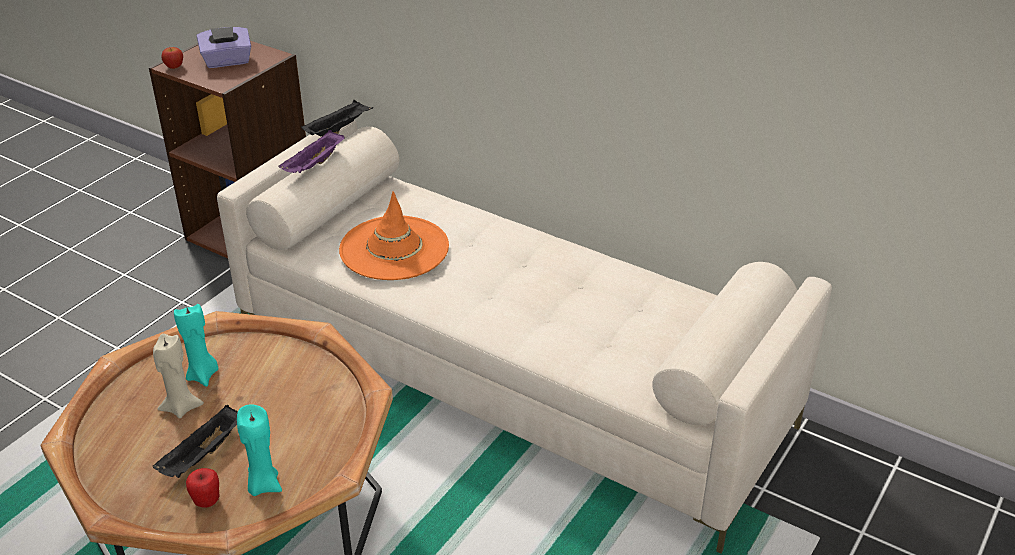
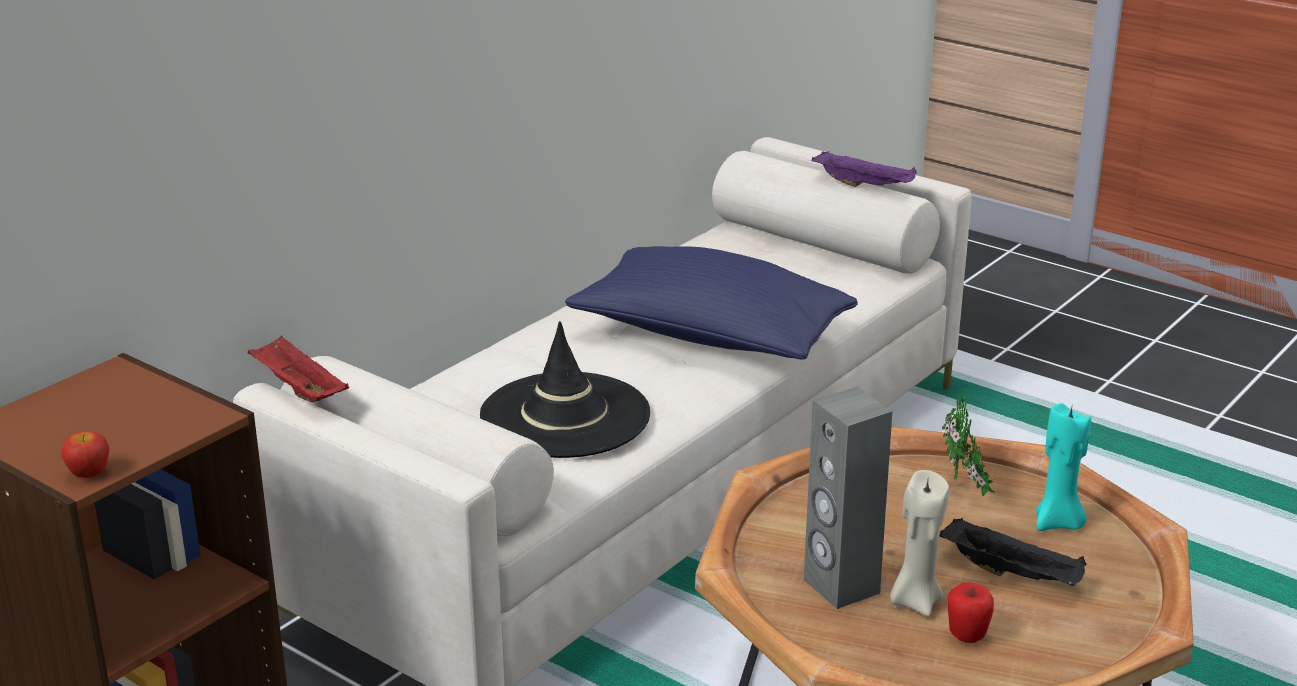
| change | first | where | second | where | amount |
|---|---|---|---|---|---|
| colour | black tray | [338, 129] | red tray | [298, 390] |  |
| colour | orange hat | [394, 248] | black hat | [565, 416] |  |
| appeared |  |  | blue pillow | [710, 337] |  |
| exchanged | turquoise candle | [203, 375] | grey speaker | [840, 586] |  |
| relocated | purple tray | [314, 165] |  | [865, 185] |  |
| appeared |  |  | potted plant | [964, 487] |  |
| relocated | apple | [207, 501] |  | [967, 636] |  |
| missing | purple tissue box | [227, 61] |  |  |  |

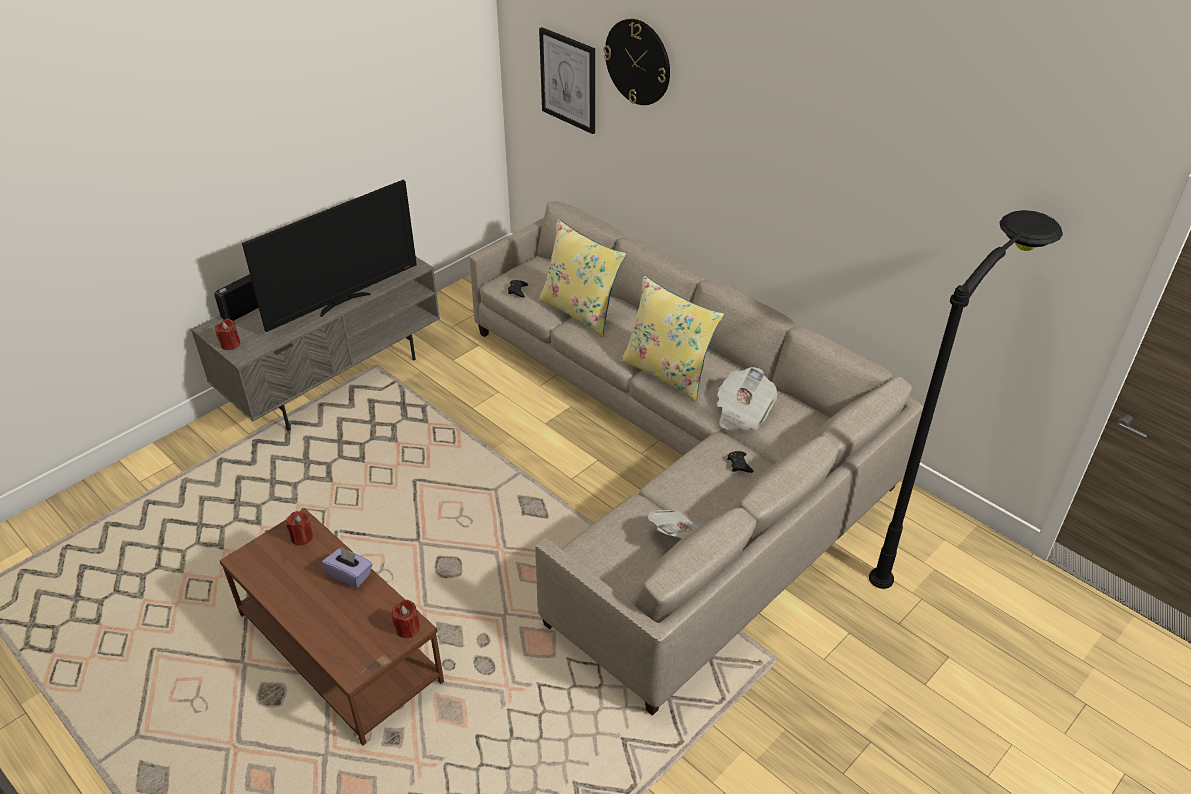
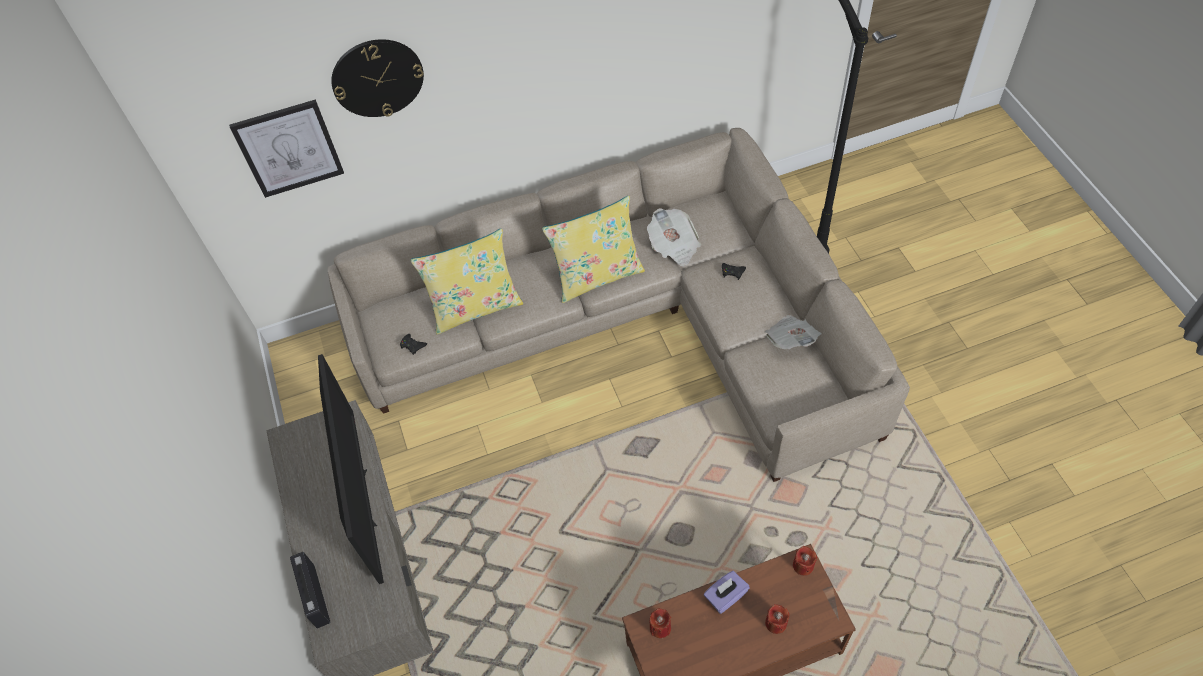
| change | first | where | second | where | amount |
|---|---|---|---|---|---|
| relocated | red candle | [230, 344] |  | [776, 623] |  |

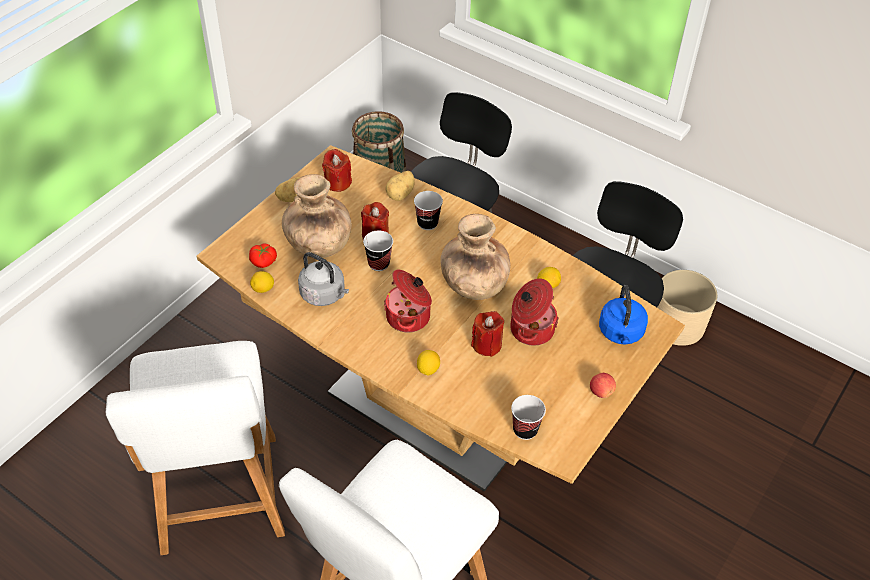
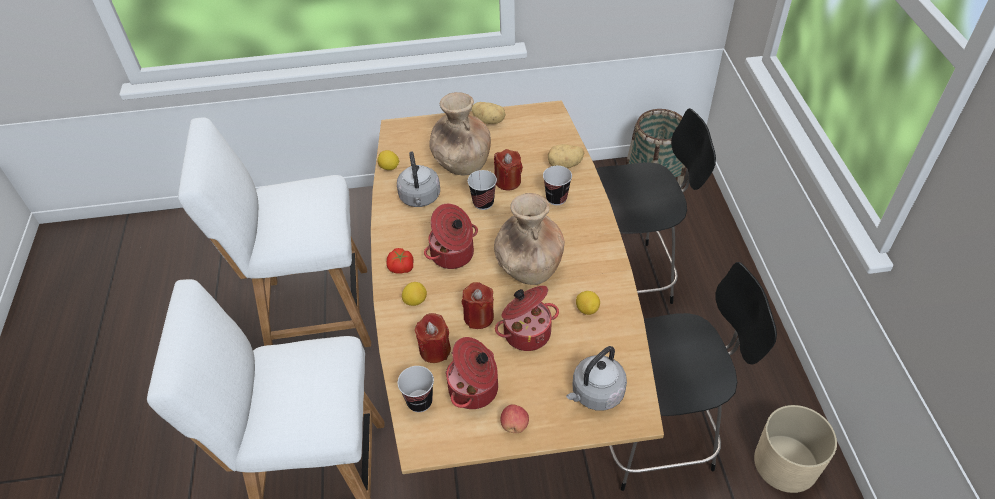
| change | first | where | second | where | amount |
|---|---|---|---|---|---|
| spun | white chair | [220, 500] |  | [312, 313] | 45 degrees clockwise |
| relocated | tomato | [263, 262] |  | [401, 267] |  |
| relocated | red candle | [337, 183] |  | [435, 350] |  |
| appeared |  |  | cooking pot | [475, 389] |  |
| colour | blue kettle | [621, 333] | grey kettle | [595, 394] |  |

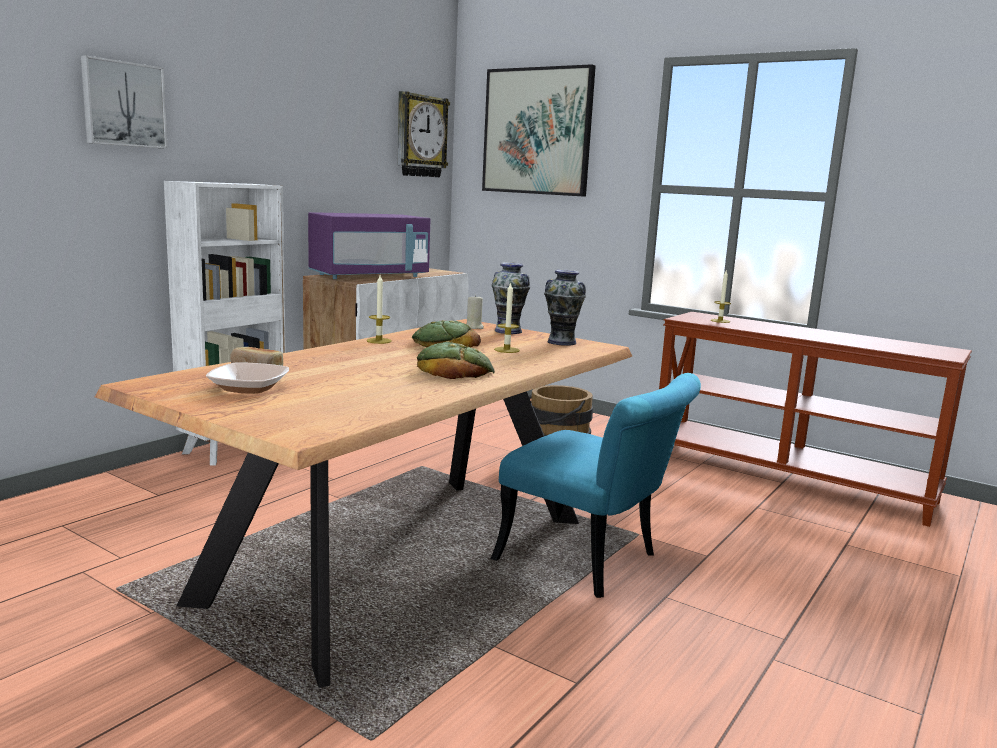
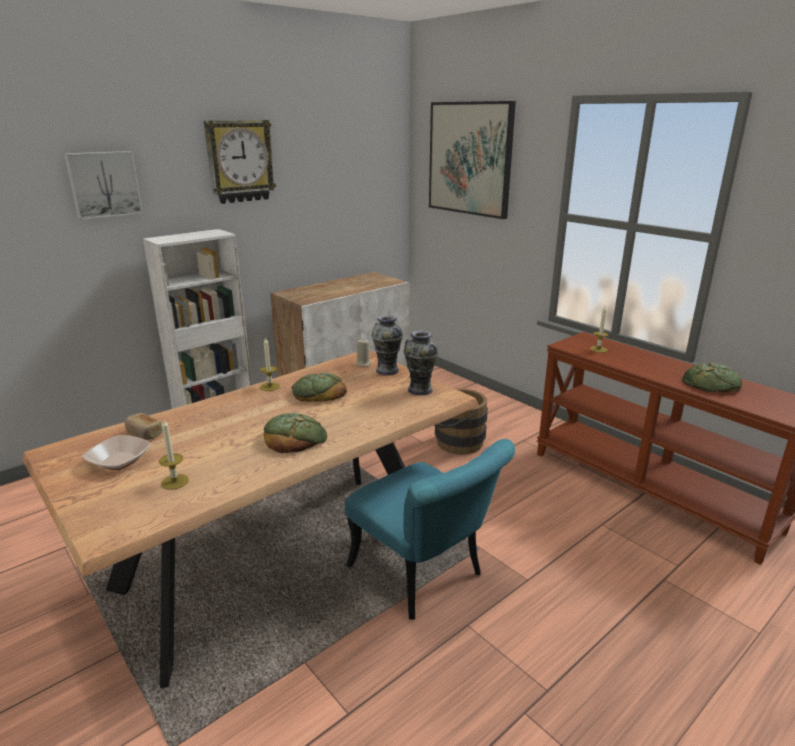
| change | first | where | second | where | amount |
|---|---|---|---|---|---|
| relocated | candle | [507, 350] |  | [175, 482] |  |
| relocated | wall clock | [420, 136] |  | [240, 161] |  |
| appeared |  |  | bread | [711, 384] |  |
| missing | purple microwave | [369, 276] |  |  |  |

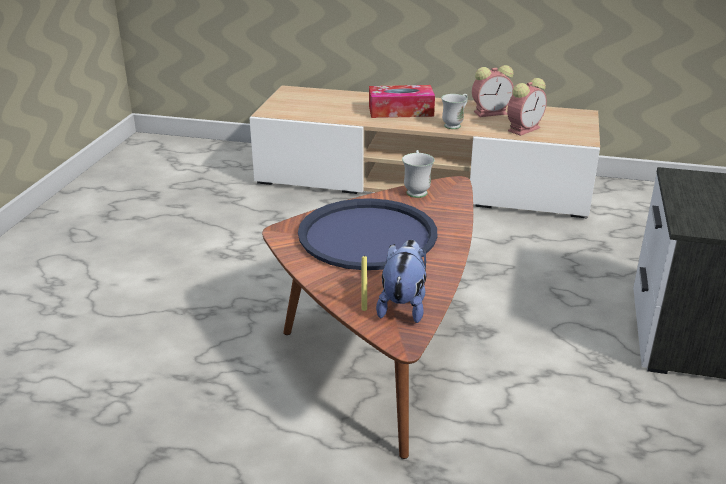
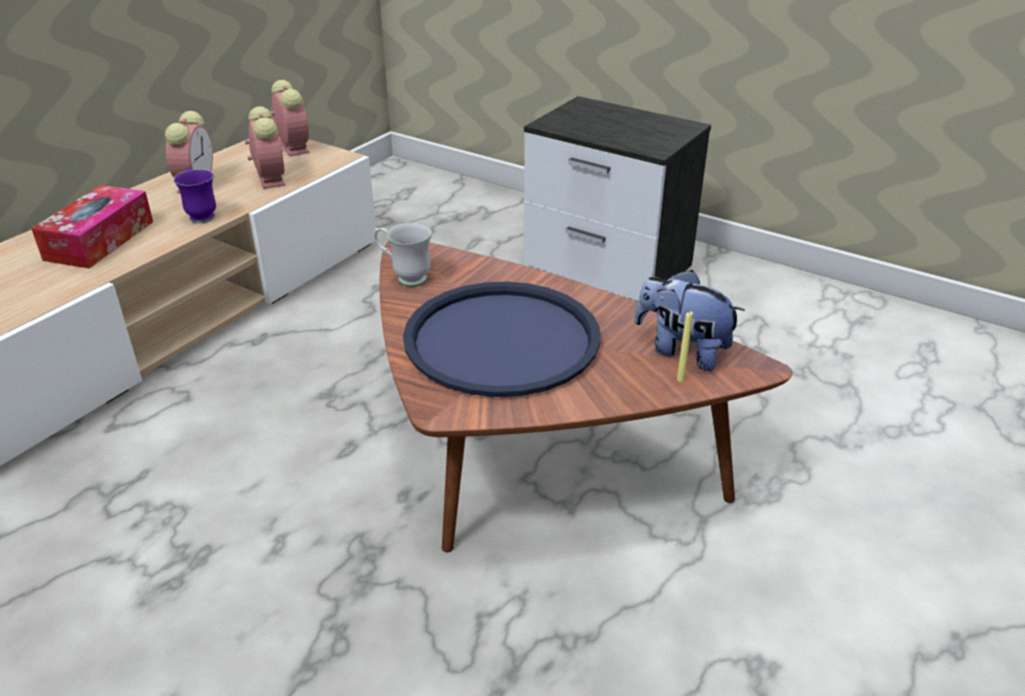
| change | first | where | second | where | amount |
|---|---|---|---|---|---|
| colour | white mug | [455, 125] | purple mug | [201, 215] |  |
| appeared |  |  | alarm clock | [292, 147] |  |

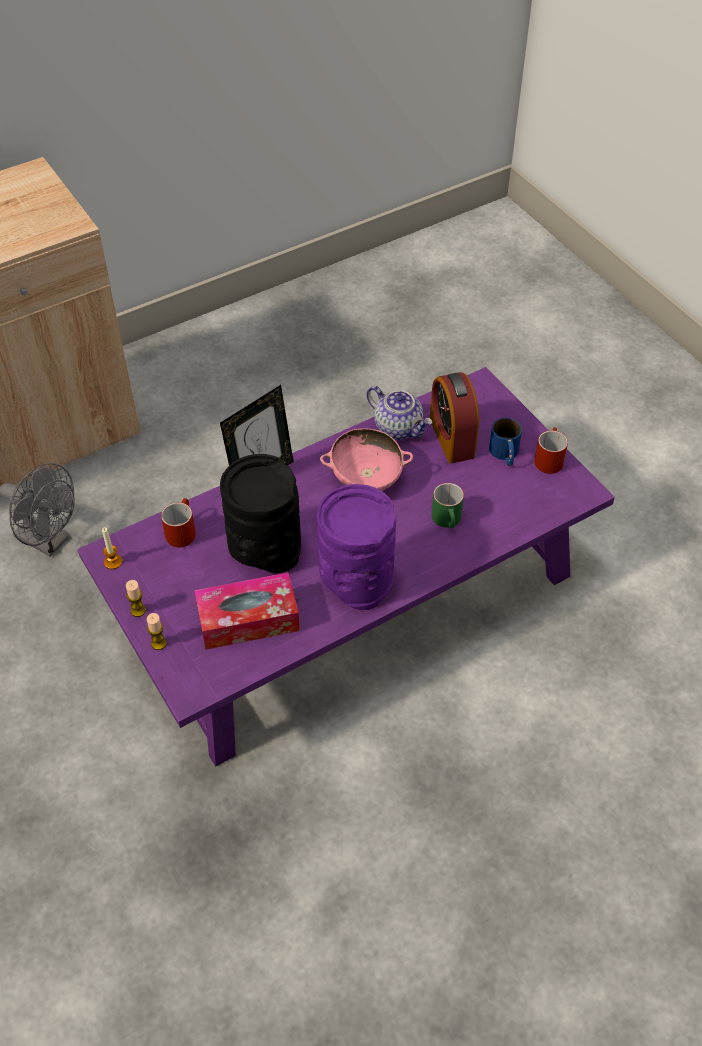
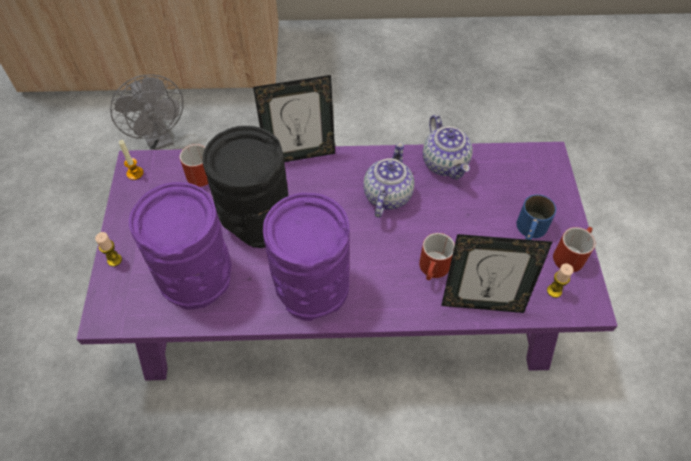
| change | first | where | second | where | amount |
|---|---|---|---|---|---|
| exchanged | tissue box | [248, 620] | purple vase | [197, 276] |  |
| exchanged | pink bowl | [366, 477] | teapot | [387, 195] |  |
| colour | green mug | [448, 520] | red mug | [433, 270] |  |
| appeared |  |  | picture frame | [482, 303] |  |
| relocated | candle | [138, 610] |  | [554, 291] |  |
| missing | alarm clock | [452, 438] |  |  |  |

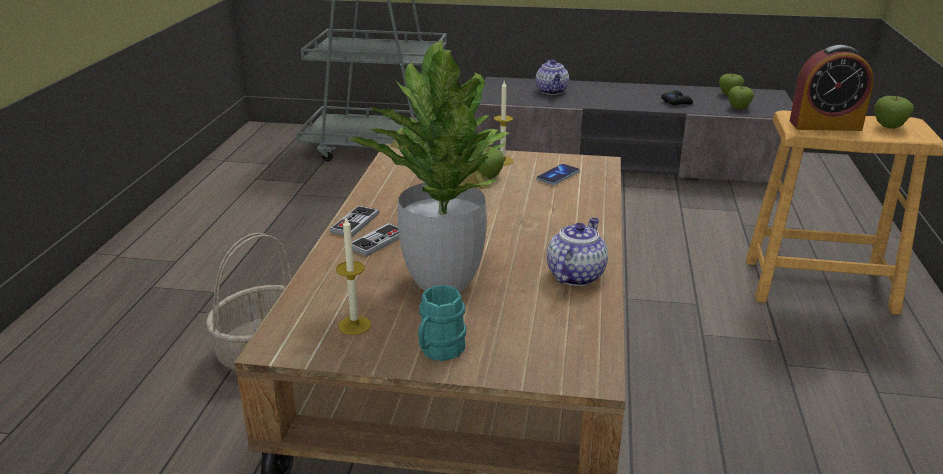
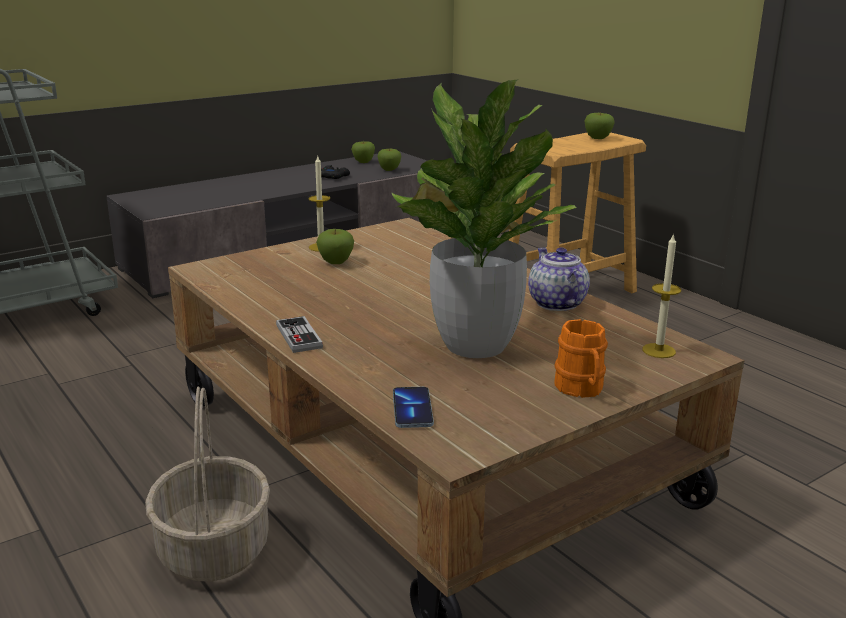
| change | first | where | second | where | amount |
|---|---|---|---|---|---|
| relocated | phone | [558, 176] |  | [412, 409] |  |
| colour | turquoise mug | [438, 350] | orange mug | [581, 389] |  |
| relocated | candle | [354, 325] |  | [658, 350] |  |
| missing | game controller | [378, 241] |  |  |  |
| missing | teapot | [552, 91] |  |  |  |
| missing | alarm clock | [825, 125] |  |  |  |

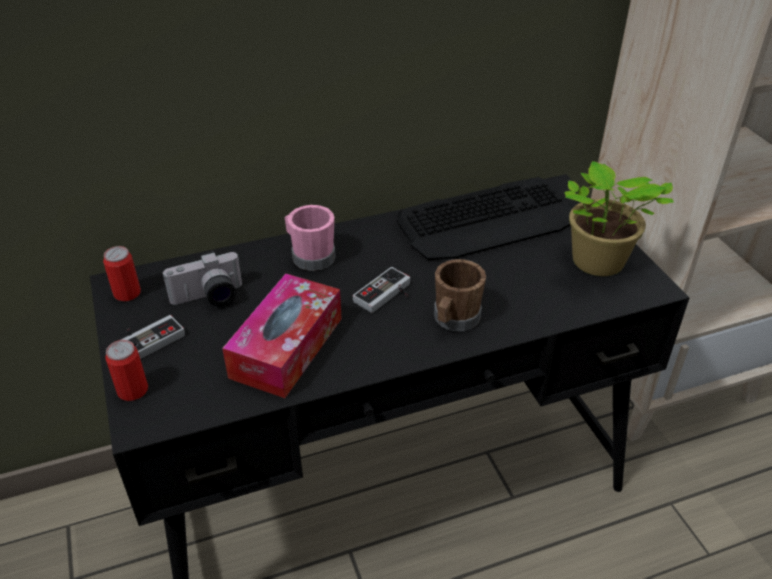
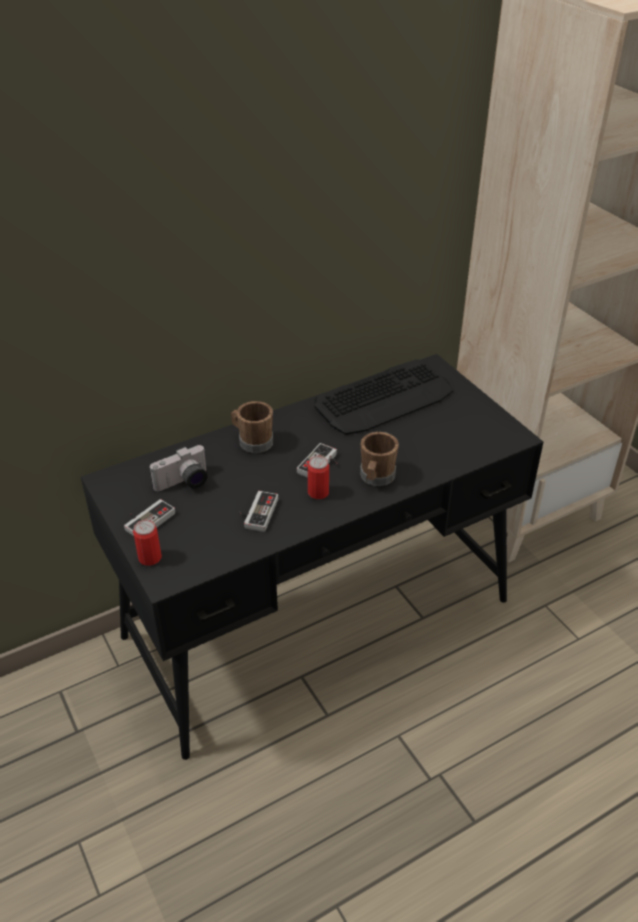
| change | first | where | second | where | amount |
|---|---|---|---|---|---|
| colour | pink mug | [310, 256] | brown mug | [252, 441] |  |
| exchanged | tissue box | [287, 347] | game controller | [256, 513] |  |
| relocated | can | [127, 293] |  | [318, 492] |  |
| missing | potted plant | [596, 263] |  |  |  |

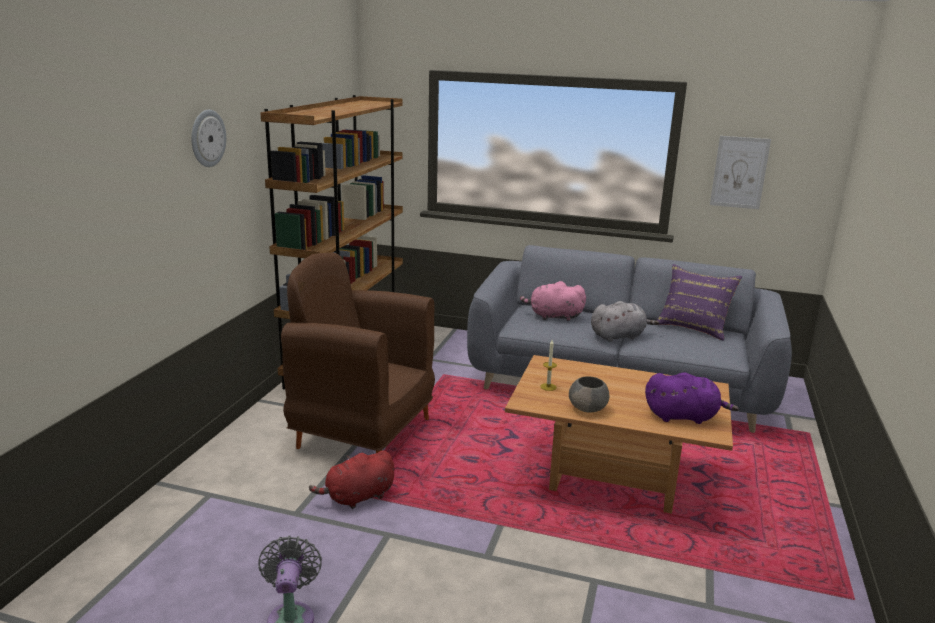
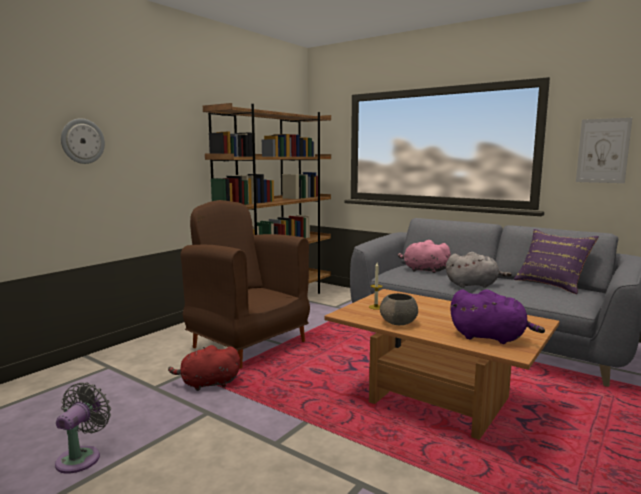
| change | first | where | second | where | amount |
|---|---|---|---|---|---|
| relocated | wall clock | [207, 138] |  | [82, 141] |  |

